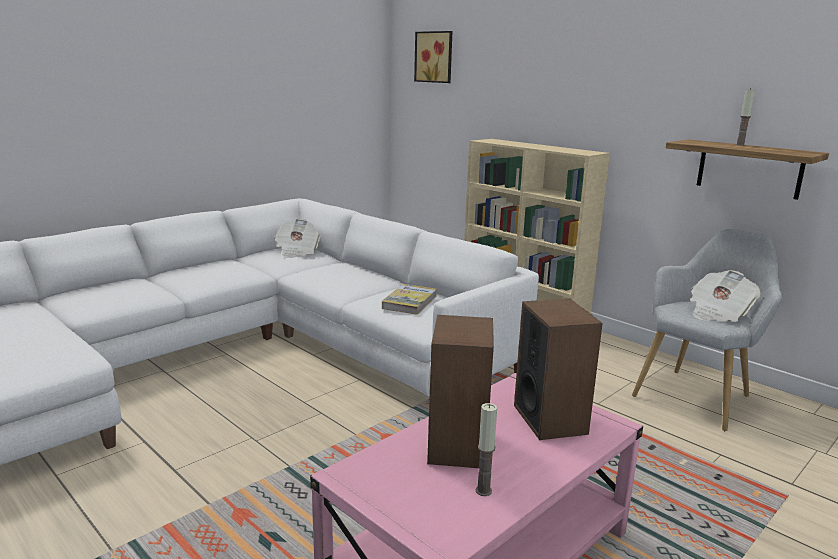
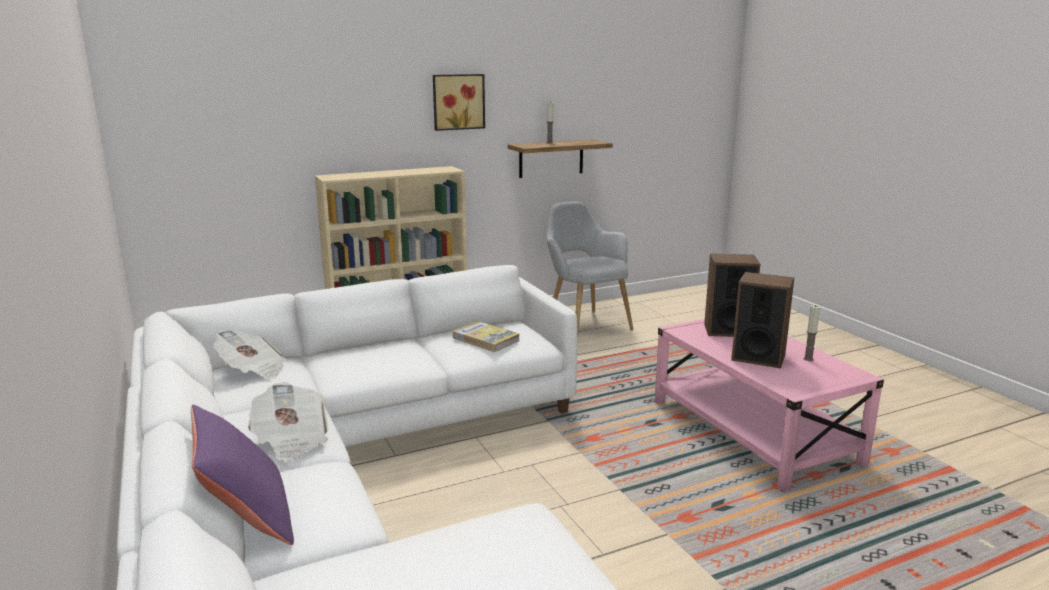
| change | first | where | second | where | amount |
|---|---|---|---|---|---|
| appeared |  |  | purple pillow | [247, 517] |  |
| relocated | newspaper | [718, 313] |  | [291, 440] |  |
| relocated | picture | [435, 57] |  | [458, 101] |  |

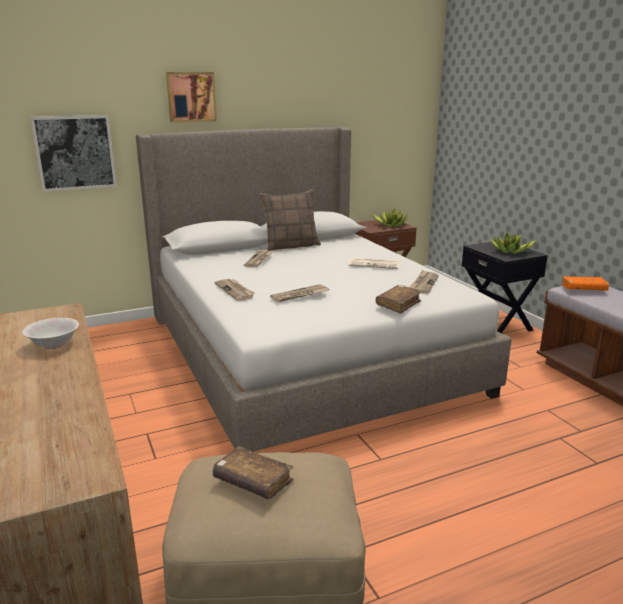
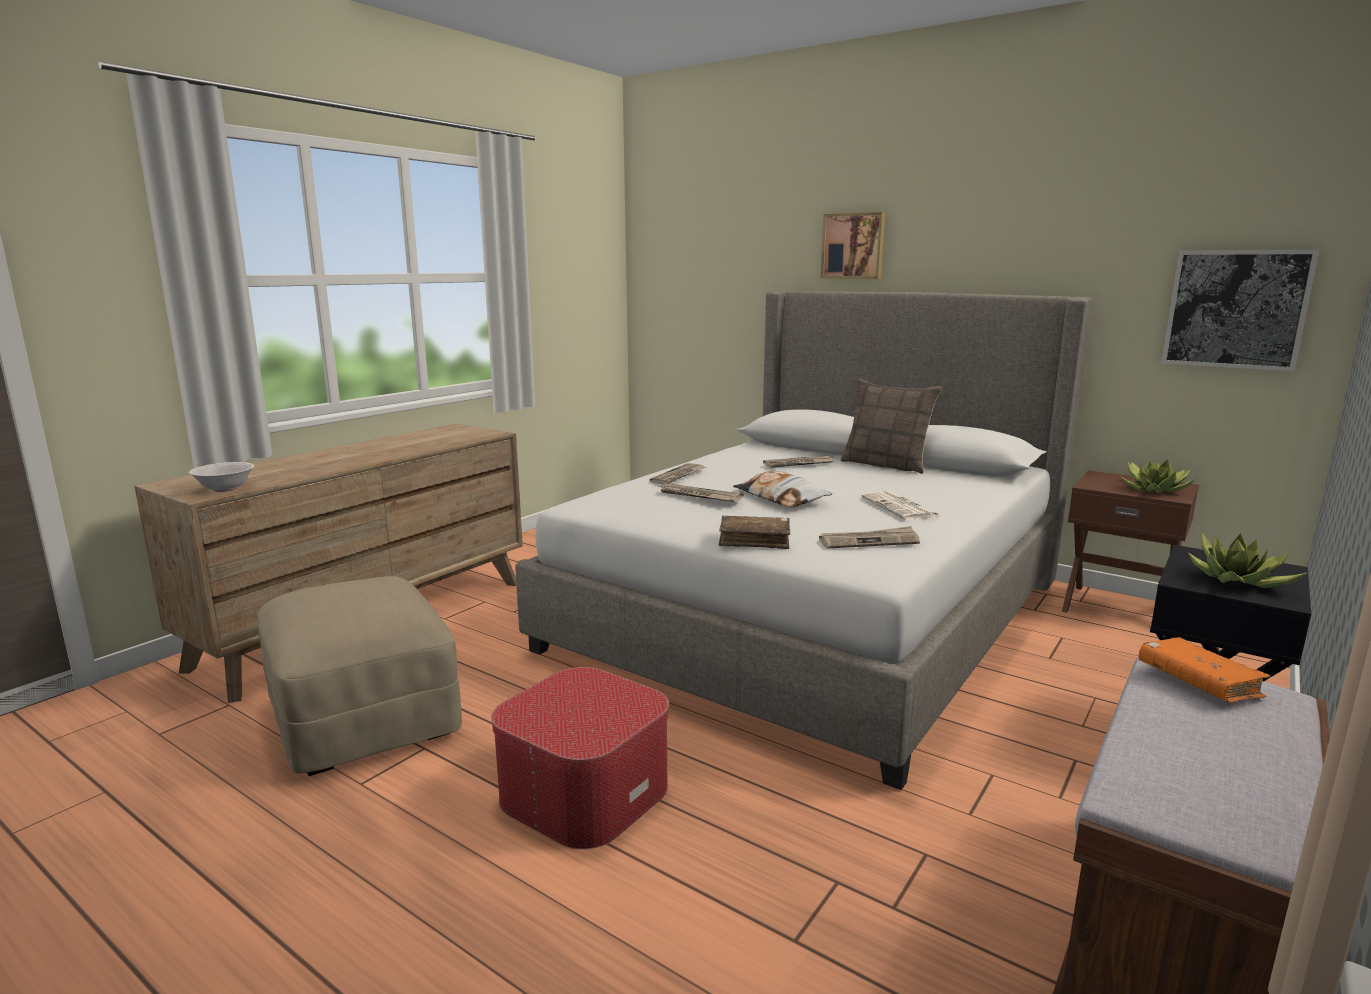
| change | first | where | second | where | amount |
|---|---|---|---|---|---|
| relocated | white bowl | [54, 345] |  | [224, 489] |  |
| appeared |  |  | ottoman | [584, 791] |  |
| appeared |  |  | pillow | [781, 498] |  |
| relocated | picture | [75, 152] |  | [1236, 309] |  |
| missing | brown book | [253, 481] |  |  |  |

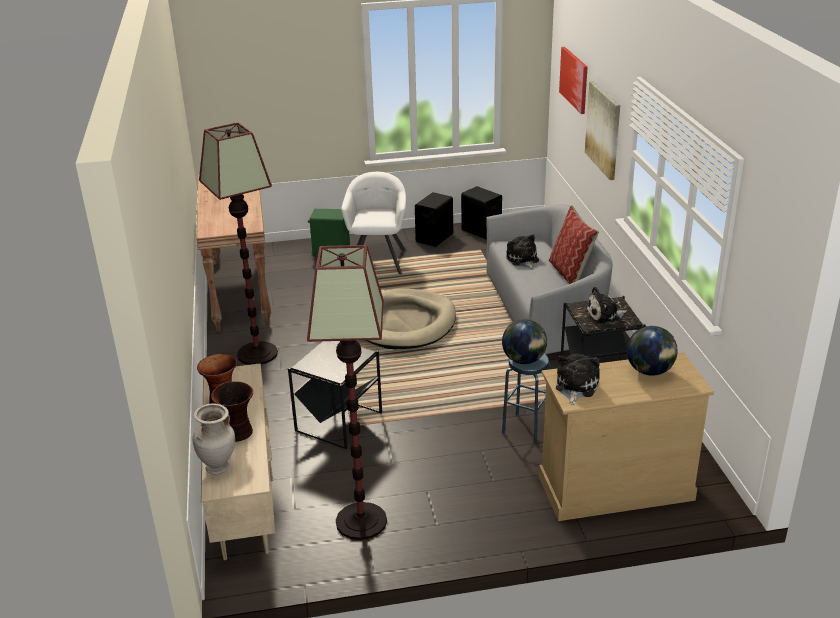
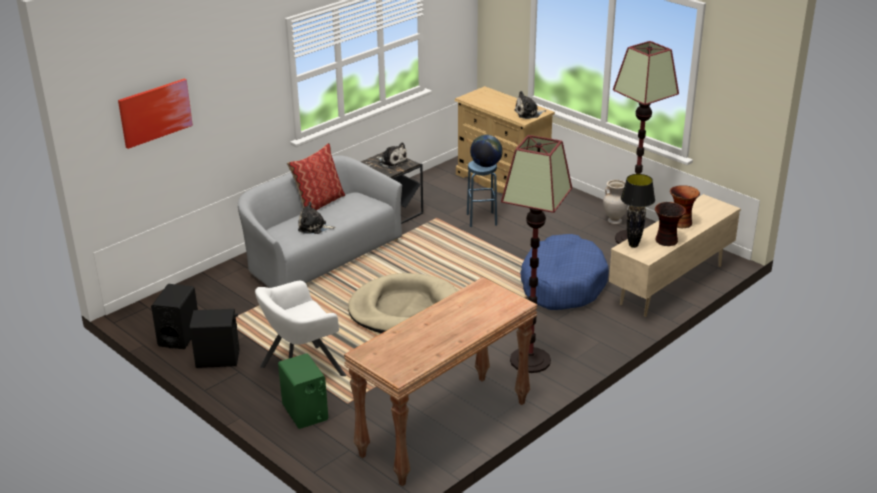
| change | first | where | second | where | amount |
|---|---|---|---|---|---|
| spun | plush toy | [523, 260] |  | [314, 227] | 60 degrees clockwise |
| exchanged | black side table | [338, 422] | blue dog bed | [562, 284] |  |
| relocated | beige vase | [218, 468] |  | [614, 221] |  |
| appeared |  |  | black table lamp | [633, 245] |  |
| missing | picture | [603, 129] |  |  |  |
| missing | globe | [649, 371] |  |  |  |

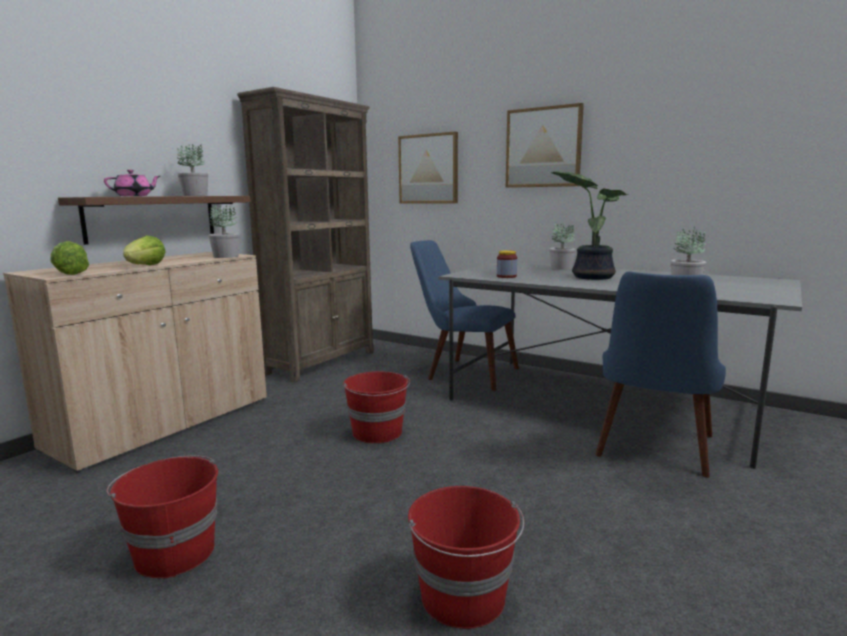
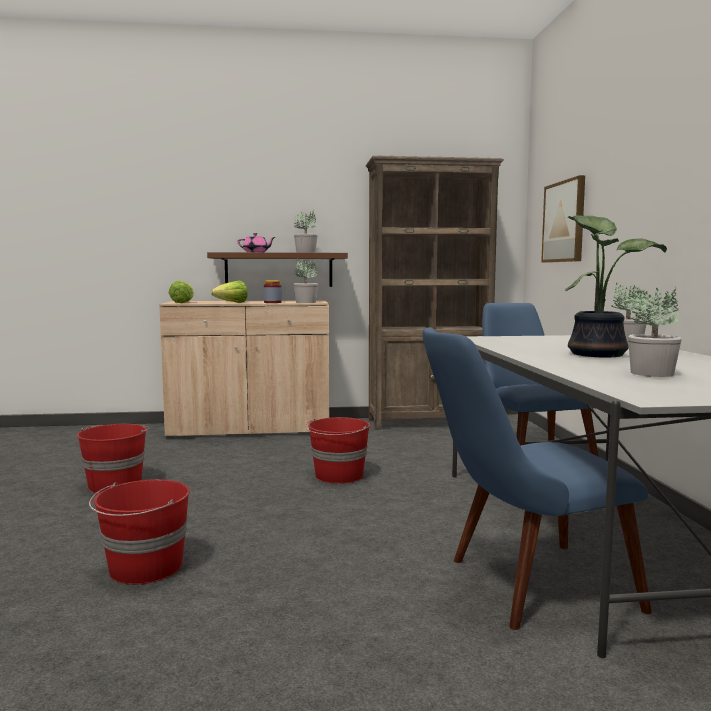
| change | first | where | second | where | amount |
|---|---|---|---|---|---|
| relocated | jar | [506, 276] |  | [272, 302] |  |
| missing | picture | [543, 147] |  |  |  |

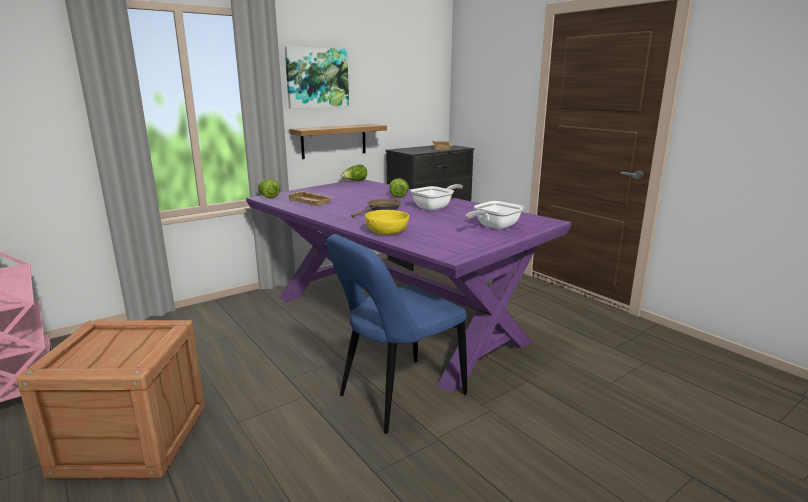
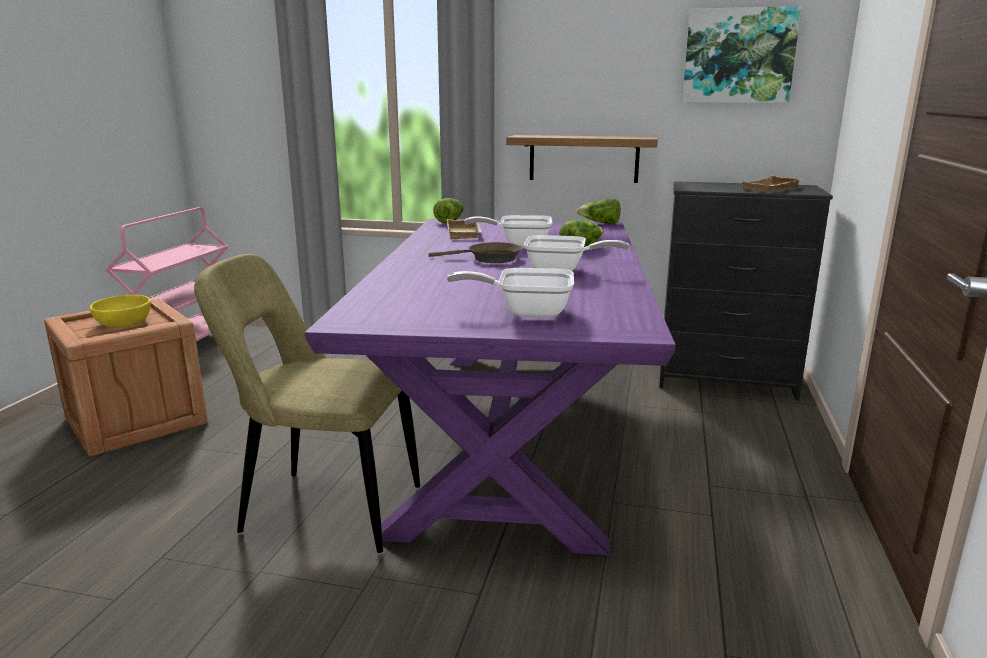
| change | first | where | second | where | amount |
|---|---|---|---|---|---|
| relocated | yellow bowl | [387, 231] |  | [124, 323] |  |
| colour | blue chair | [397, 396] | beige chair | [324, 508] |  |
| appeared |  |  | frying pan | [519, 245] |  |
| relocated | picture | [317, 78] |  | [738, 56] |  |

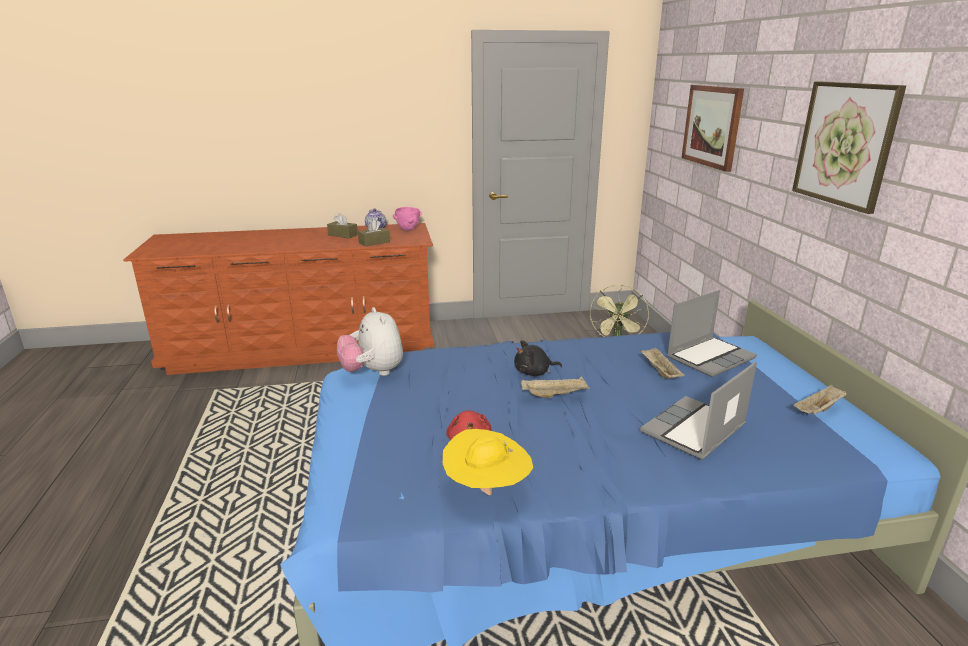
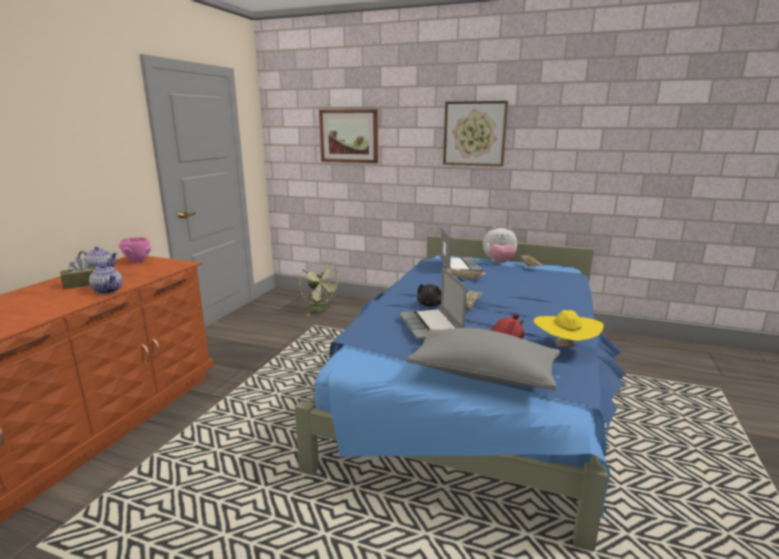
| change | first | where | second | where | amount |
|---|---|---|---|---|---|
| appeared |  |  | teapot | [108, 290] |  |
| relocated | laptop | [694, 430] |  | [432, 326] |  |
| appeared |  |  | grey pillow | [483, 374] |  |
| relocated | plush toy | [373, 372] |  | [499, 263] |  |
| missing | brown tissue box | [374, 242] |  |  |  |

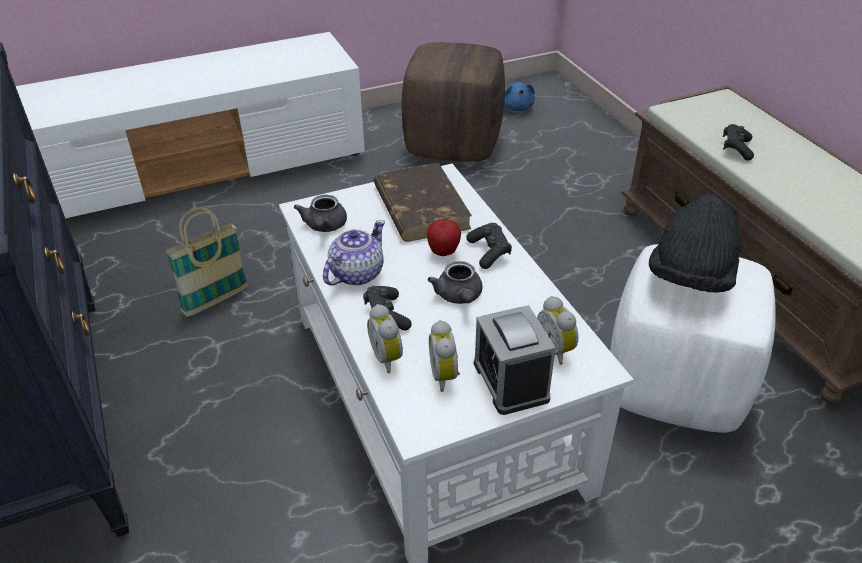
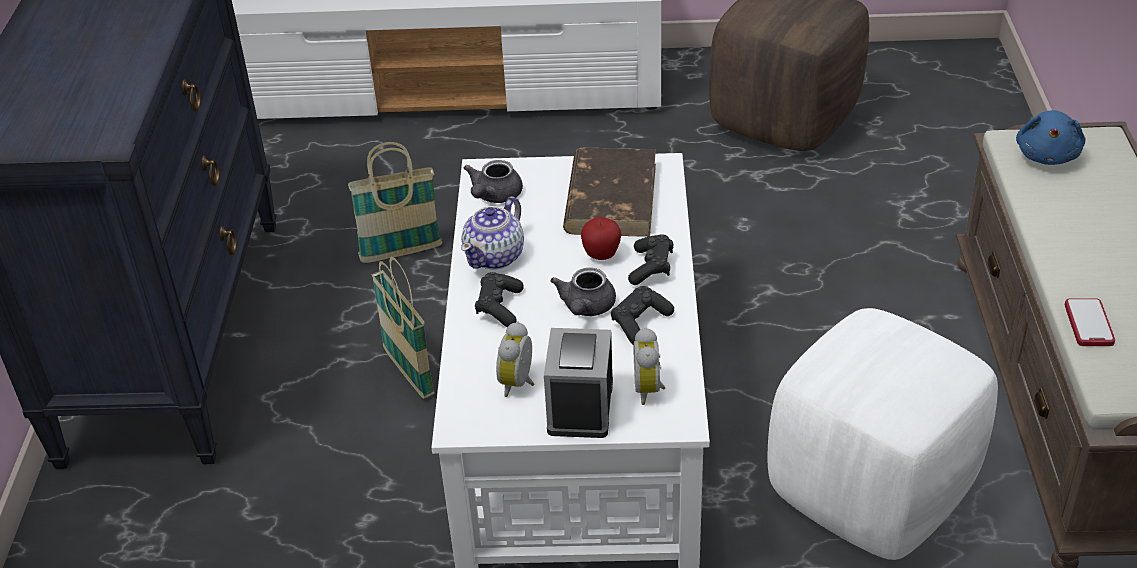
| change | first | where | second | where | amount |
|---|---|---|---|---|---|
| appeared |  |  | basket | [408, 373] |  |
| spun | teapot | [356, 274] |  | [495, 256] | 150 degrees clockwise |
| relocated | black game controller | [736, 149] |  | [640, 323] |  |
| relocated | blue plush toy | [516, 107] |  | [1047, 155] |  |
| appeared |  |  | phone | [1088, 324] |  |
| missing | alarm clock | [389, 358] |  |  |  |
| missing | black hat | [690, 278] |  |  |  |

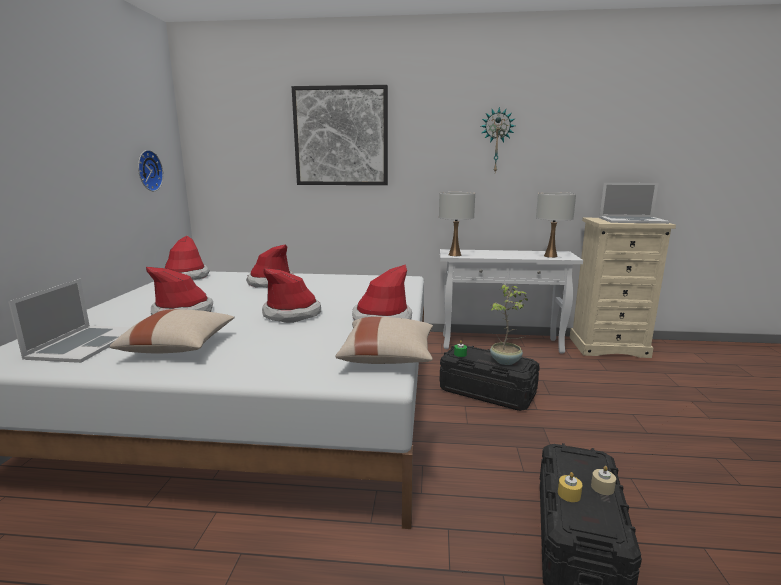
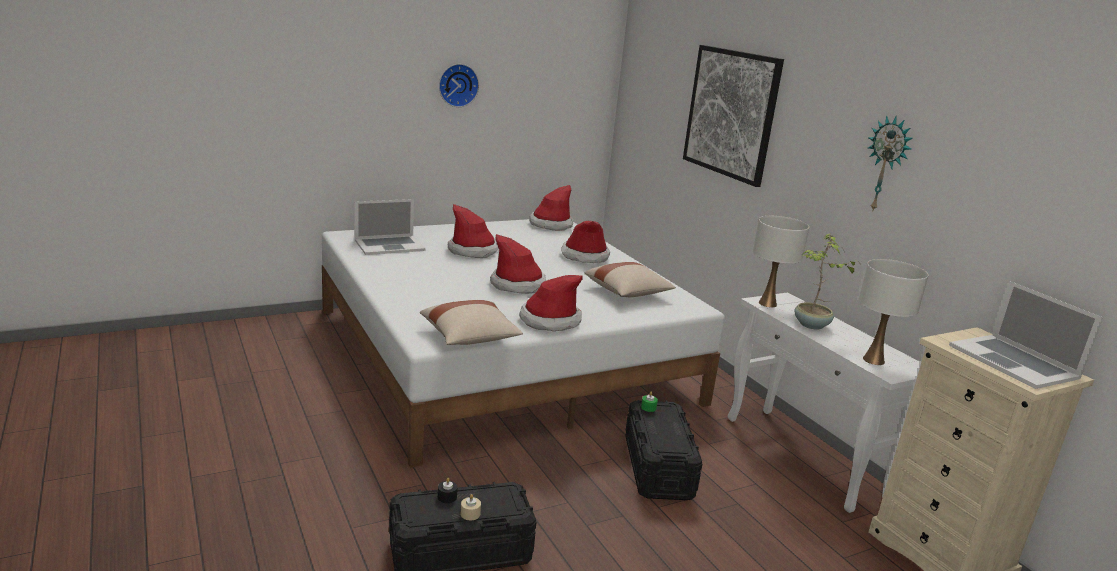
| change | first | where | second | where | amount |
|---|---|---|---|---|---|
| colour | yellow candle | [569, 494] | black candle | [447, 497] |  |
| relocated | wall clock | [147, 170] |  | [457, 85] |  |
| relocated | beige pillow | [180, 347] |  | [628, 293] |  |
| relocated | potted plant | [506, 361] |  | [811, 325] |  |

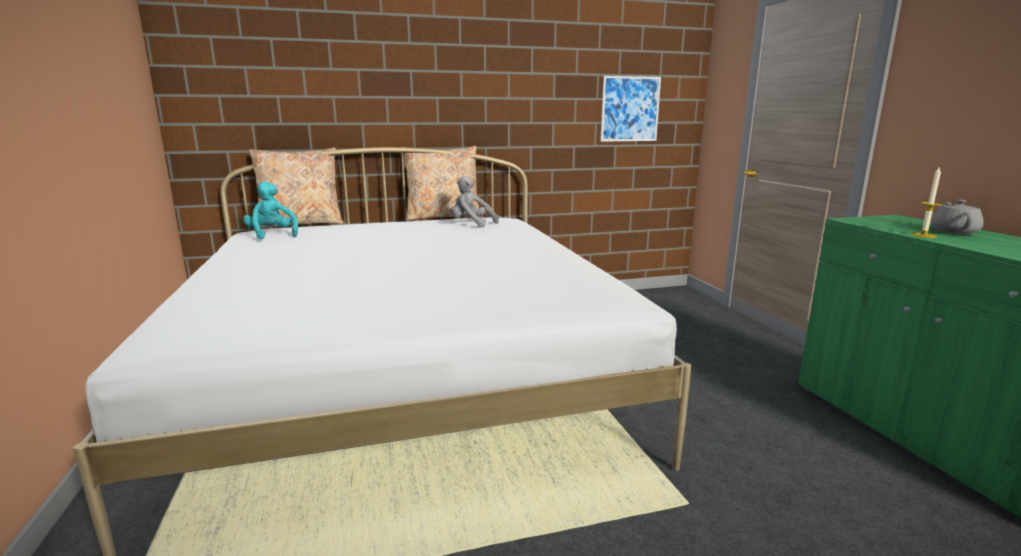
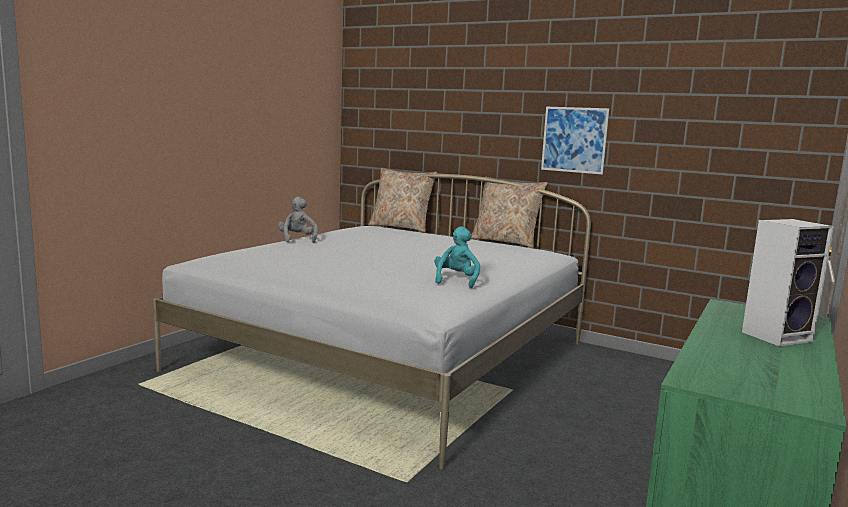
| change | first | where | second | where | amount |
|---|---|---|---|---|---|
| relocated | grey plush toy | [471, 224] |  | [297, 239] |  |
| relocated | turquoise plush toy | [272, 235] |  | [456, 281] |  |
| relocated | picture | [630, 109] |  | [574, 140] |  |
| exchanged | grey teapot | [953, 232] | speaker | [777, 336] |  |
| missing | candle | [923, 235] |  |  |  |

